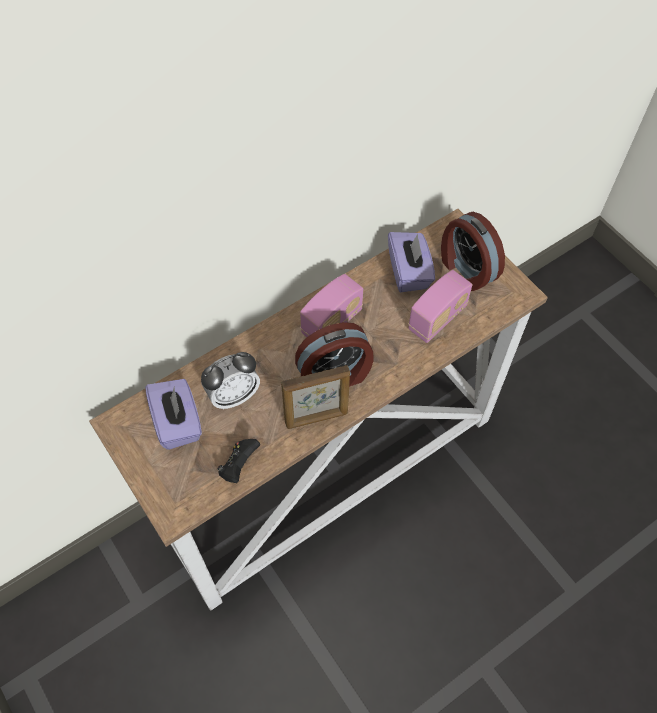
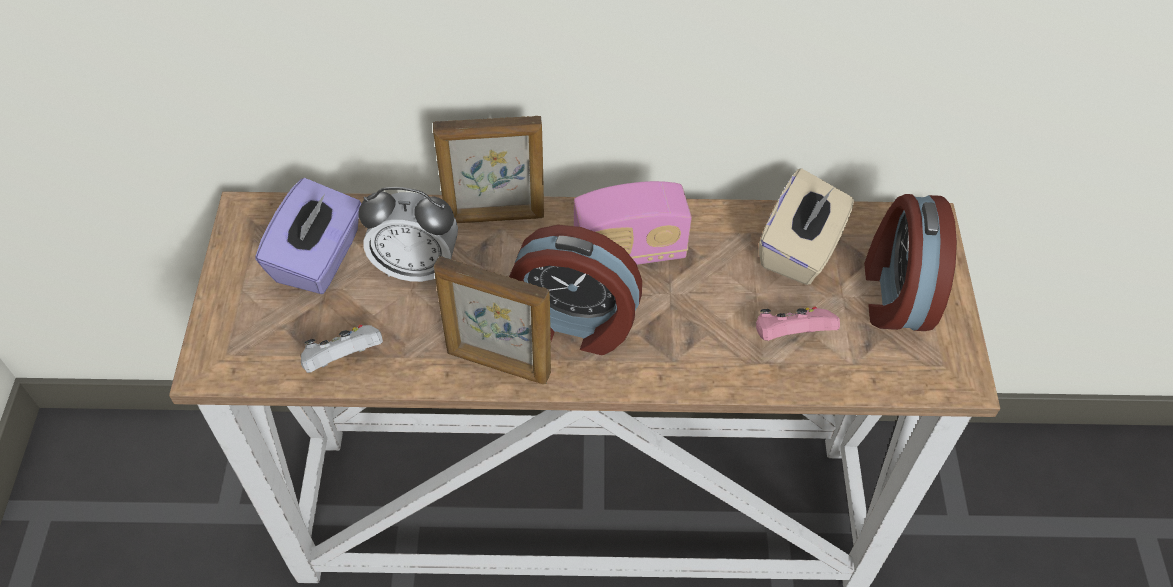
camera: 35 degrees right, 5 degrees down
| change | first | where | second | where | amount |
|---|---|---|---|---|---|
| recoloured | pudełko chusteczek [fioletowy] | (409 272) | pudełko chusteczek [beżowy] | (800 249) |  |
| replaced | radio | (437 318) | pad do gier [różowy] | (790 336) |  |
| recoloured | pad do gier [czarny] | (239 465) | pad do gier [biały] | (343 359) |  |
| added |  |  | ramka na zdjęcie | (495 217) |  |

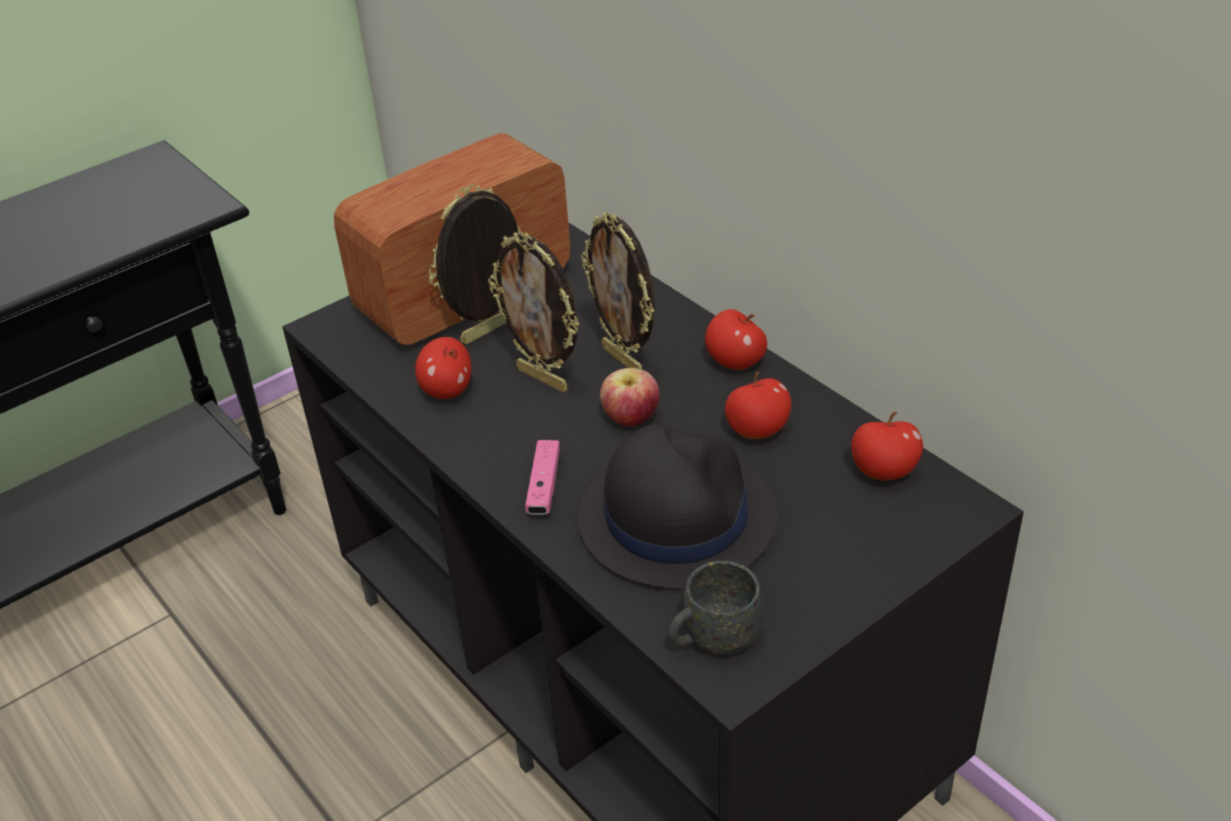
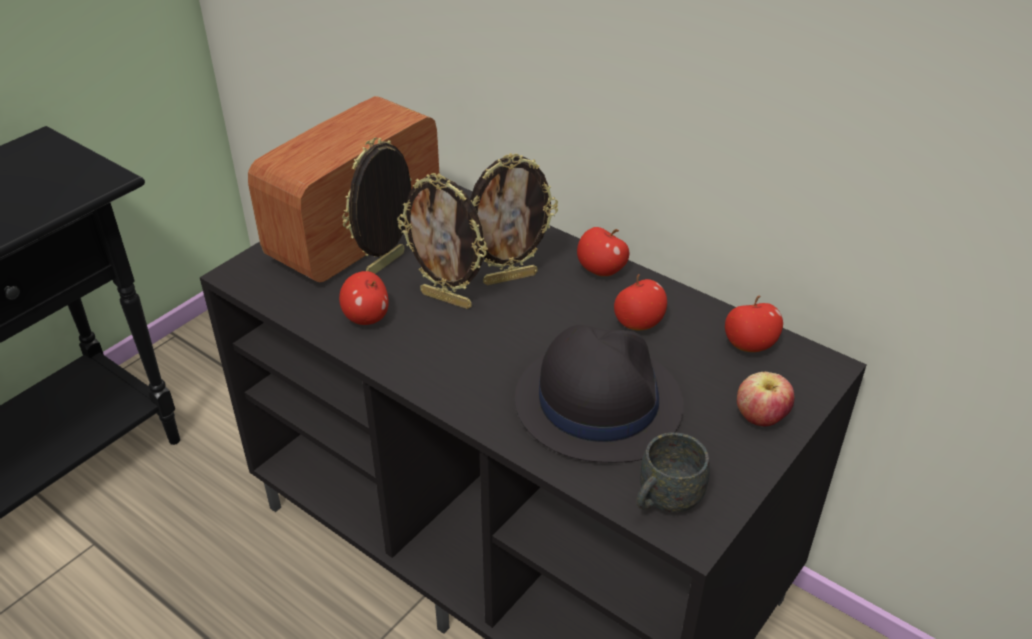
camera: 15 degrees left, 0 degrees up
| change | first | where | second | where | amount |
|---|---|---|---|---|---|
| turned | ramka na zdjęcie | (624 360) |  | (510 278) | 60 degrees counterclockwise |
| moved | jabłko | (631 419) |  | (760 418) |  |
| removed | pad do gier [różowy] | (544 486) |  |  |  |

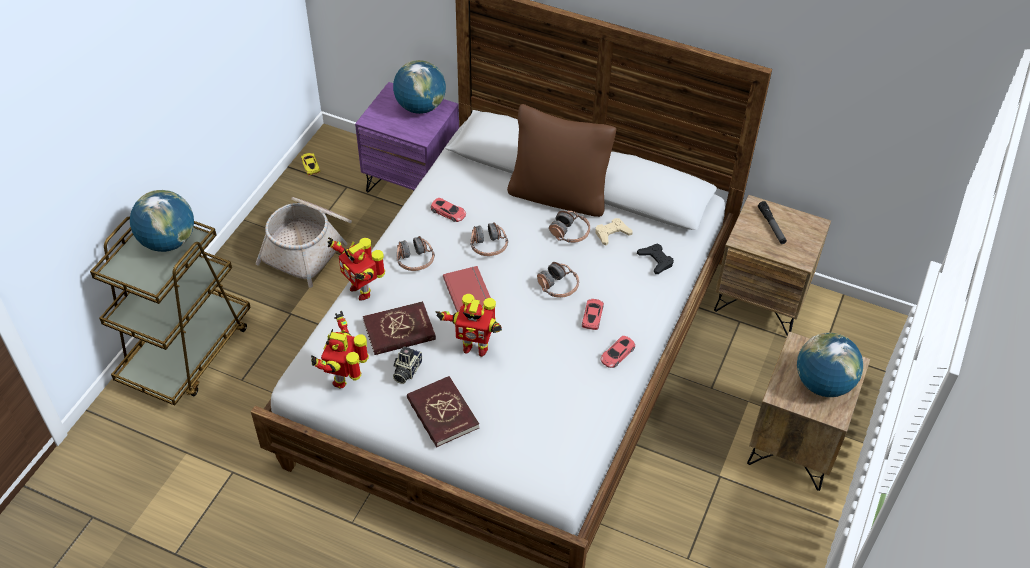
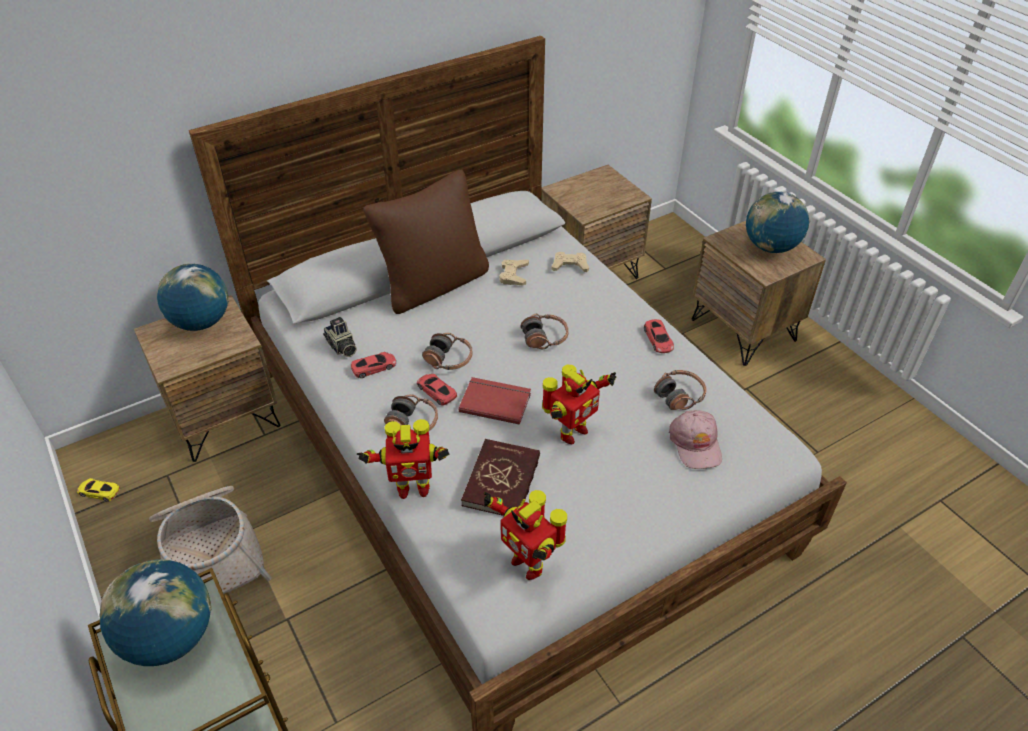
camera: 55 degrees left, 5 degrees down
| change | first | where | second | where | amount |
|---|---|---|---|---|---|
| recoloured | szafka nocna [fioletowy] | (412 182) | szafka nocna [brązowy] | (225 418) |  |
| removed | latarka | (771 226) |  |  |  |
| moved | słuchawki | (570 233) |  | (679 396) |  |
| recoloured | pad do gier [czarny] | (656 260) | pad do gier [beżowy] | (570 265) |  |
| moved | samochodzik [czerwony] | (592 316) |  | (436 391) |  |
| moved | aparat fotograficzny | (406 370) |  | (341 347) |  |
| removed | książka [czerwony] | (442 413) |  |  |  |
| added |  |  | czapka z daszkiem [różowy] | (696 444) |  |

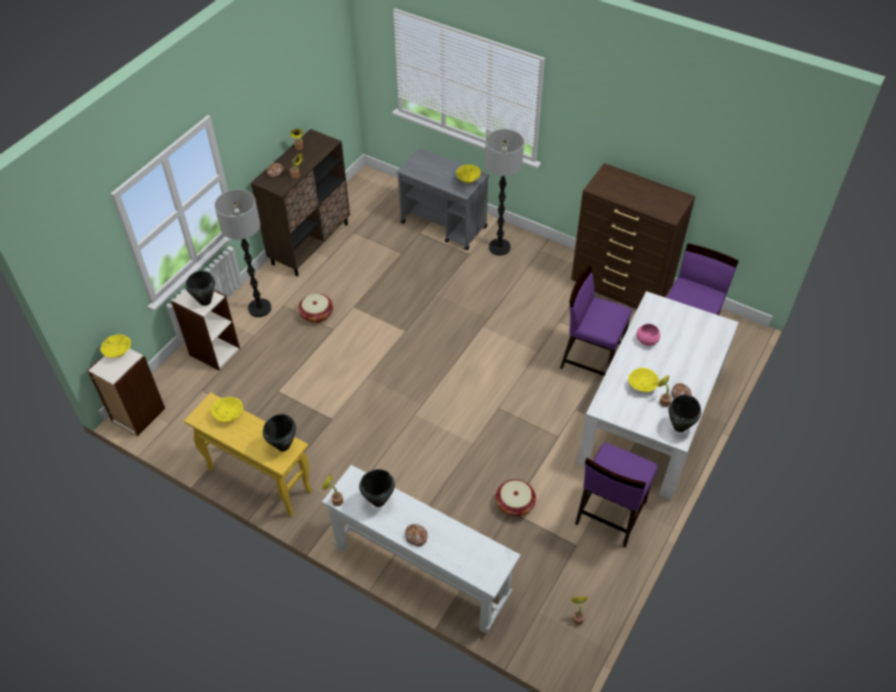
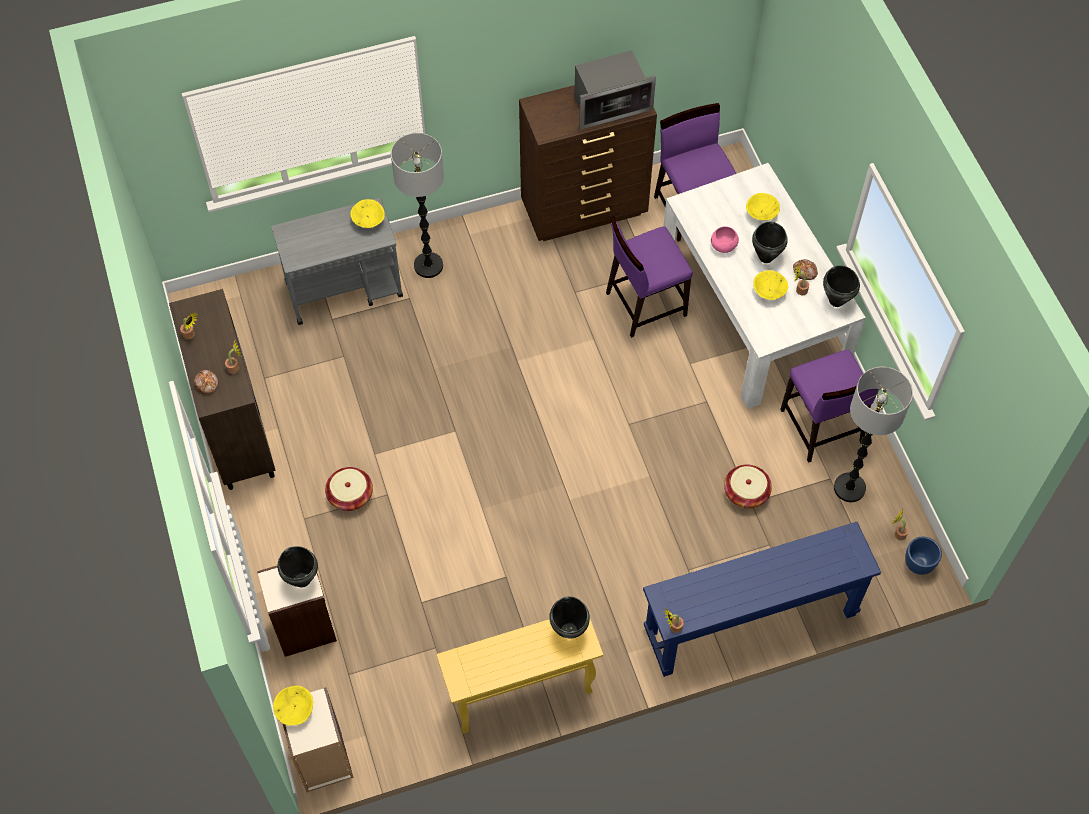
camera: 50 degrees left, 10 degrees up
| change | first | where | second | where | amount |
|---|---|---|---|---|---|
| moved | lampa stojąca | (260 308) |  | (849 488) |  |
| moved | miska [żółty] | (228 415) |  | (761 214) |  |
| recoloured | stolik konsolowy [biały] | (421 571) | stolik konsolowy [niebieski] | (750 622) |  |
| moved | garnek [czarny] | (378 501) |  | (765 257) |  |
| removed | chleb | (416 537) |  |  |  |
| added |  |  | mikrofalówka | (609 105) |  |
| added |  |  | donica [niebieski] | (918 564) |  |

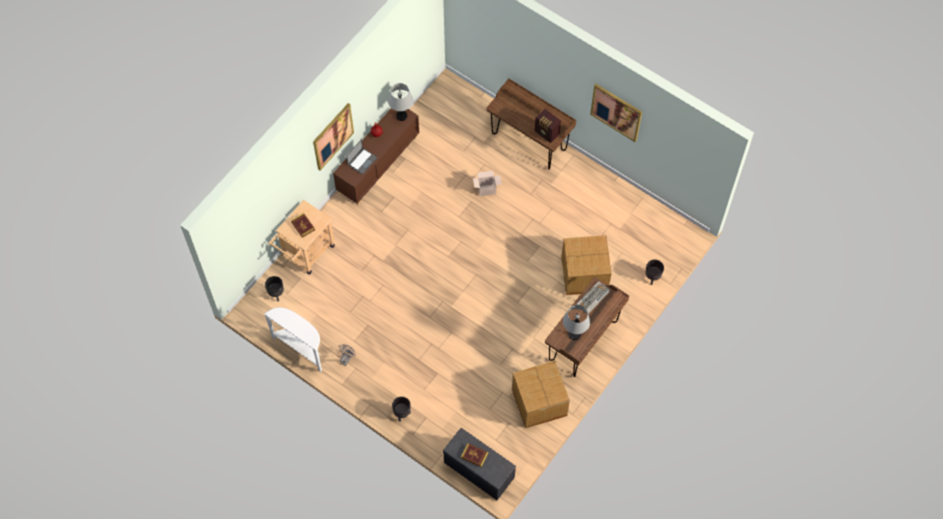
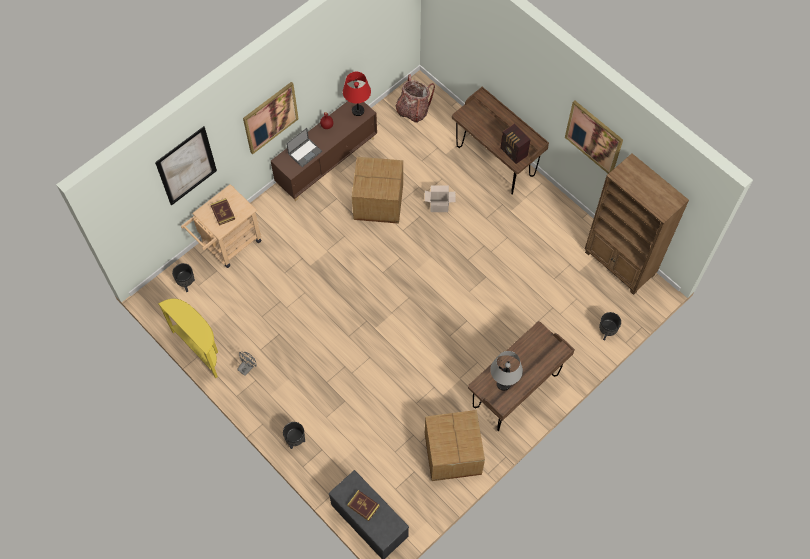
camera: 10 degrees right, 0 degrees up
| change | first | where | second | where | amount |
|---|---|---|---|---|---|
| recoloured | lampa stołowa [szary] | (401 116) | lampa stołowa [czerwony] | (357 110) |  |
| moved | karton | (585 275) |  | (379 202) |  |
| removed | klawiatura | (593 298) |  |  |  |
| recoloured | stolik konsolowy [biały] | (301 349) | stolik konsolowy [żółty] | (200 348) |  |
| added |  |  | plecak | (413 110) |  |
| added |  |  | obraz | (186 166) |  |
| added |  |  | regał [brązowy] | (619 264) |  |

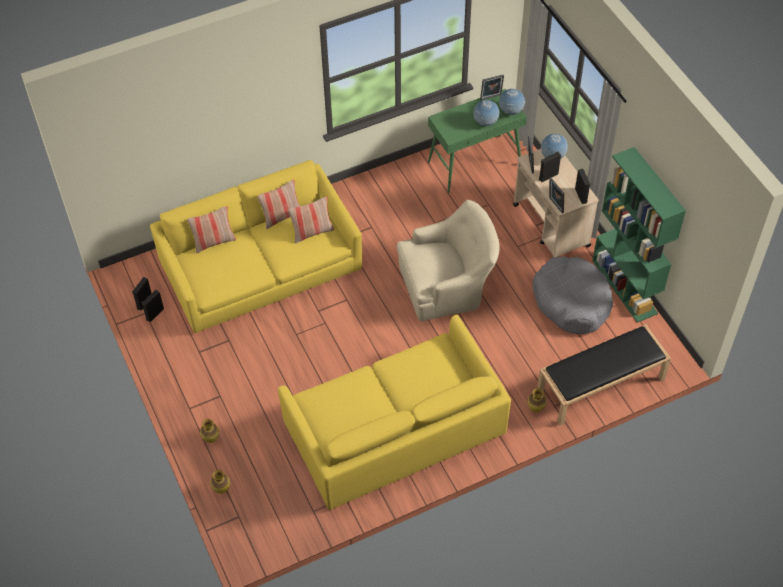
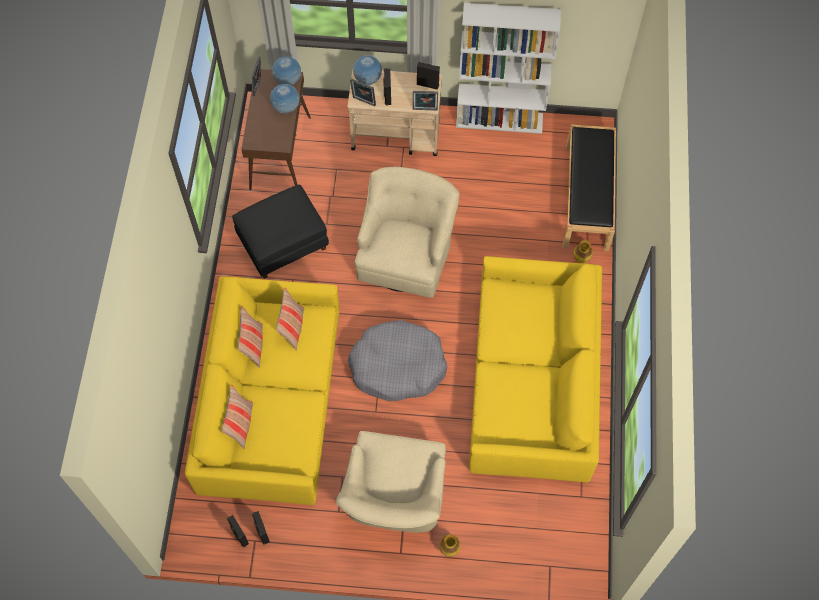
camera: 60 degrees left, 10 degrees up
| change | first | where | second | where | amount |
|---|---|---|---|---|---|
| recoloured | stolik konsolowy [zielony] | (474 163) | stolik konsolowy [brązowy] | (280 152) |  |
| recoloured | regał [zielony] | (625 287) | regał [biały] | (500 120) |  |
| moved | legowisko [szary] | (571 301) |  | (397 366) |  |
| removed | wazon | (221 489) |  |  |  |
| added |  |  | pufa [czarny] | (283 244) |  |
| added |  |  | fotel [beżowy] | (394 500) |  |

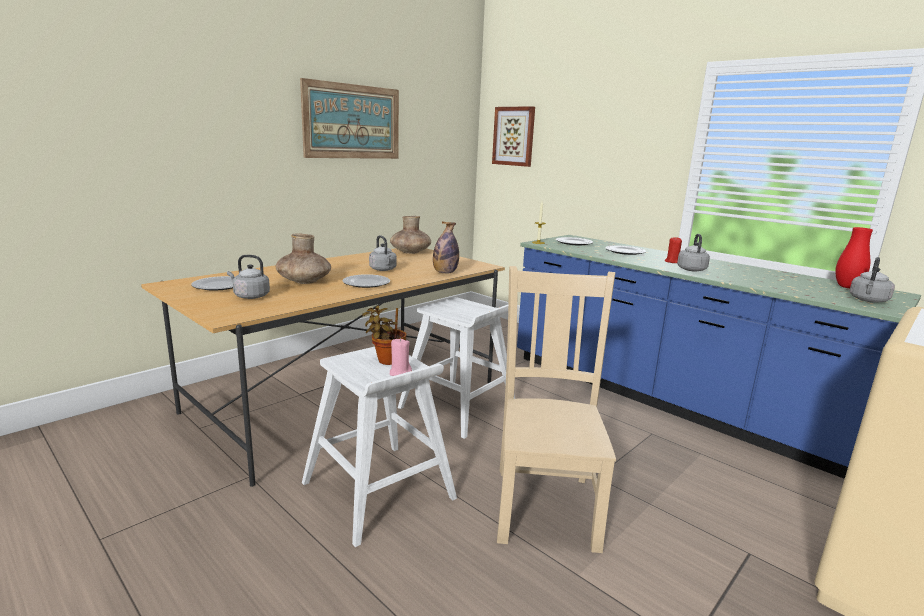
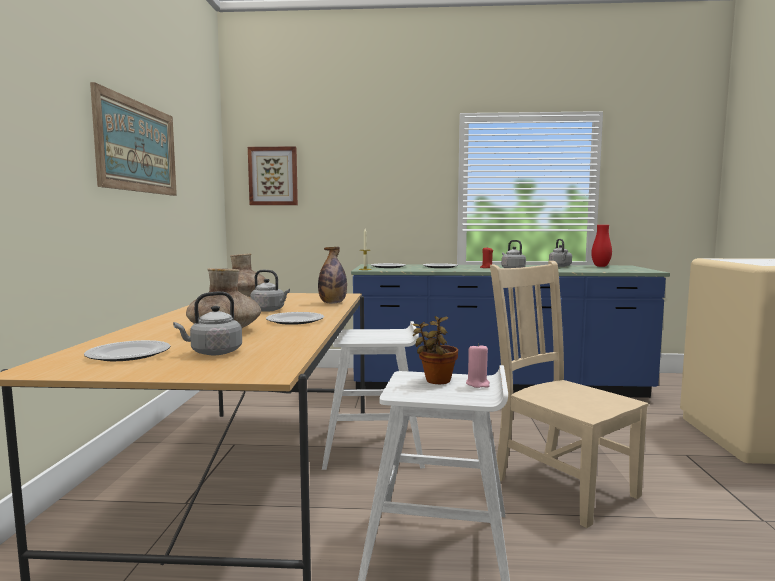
camera: 40 degrees left, 10 degrees down
| change | first | where | second | where | amount |
|---|---|---|---|---|---|
| moved | czajnik [szary] | (868 300) |  | (560 266) |  |

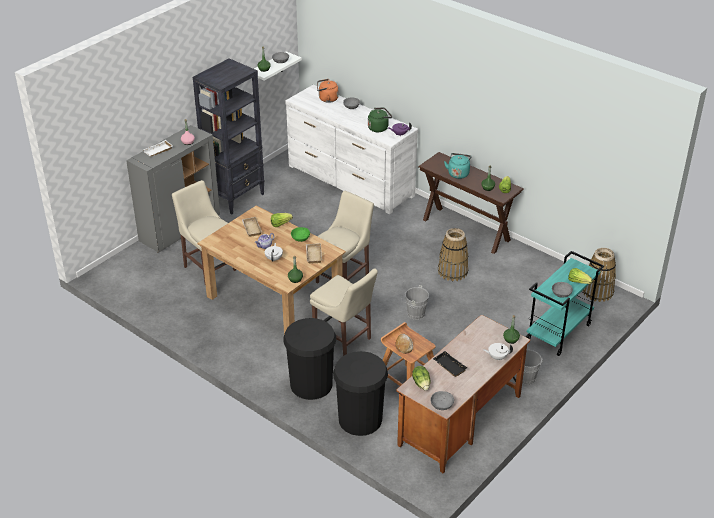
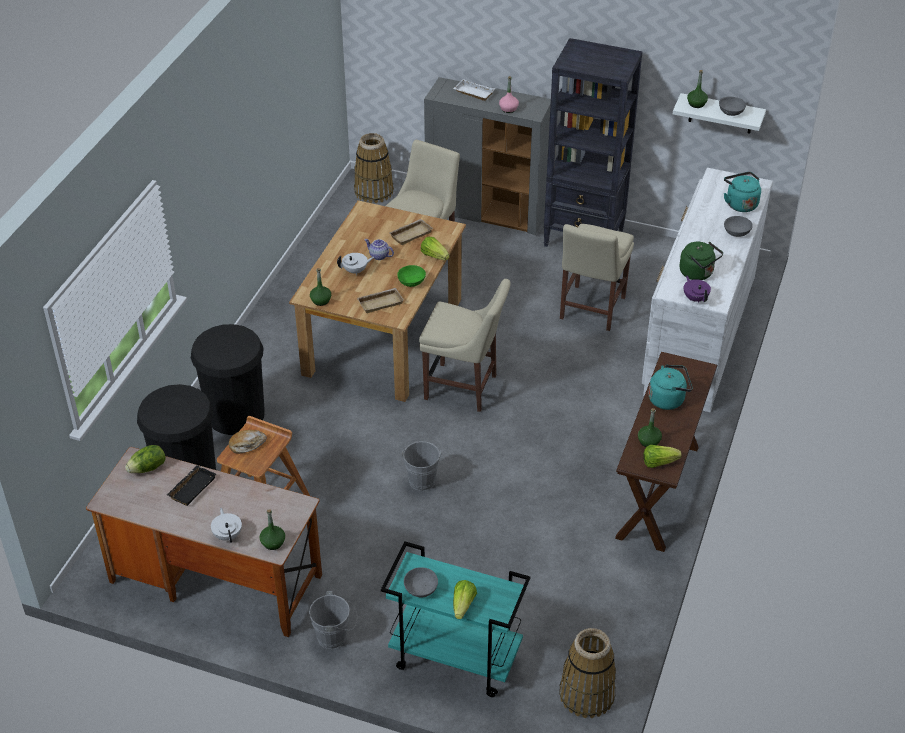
camera: 70 degrees right, 5 degrees up
| change | first | where | second | where | amount |
|---|---|---|---|---|---|
| recoloured | czajnik [pomarańczowy] | (327 99) | czajnik [turkusowy] | (740 203) |  |
| moved | koszyk | (453 271) |  | (374 191) |  |
| moved | krzesło [beżowy] | (344 340) |  | (590 310) |  |
| removed | miska [szary] | (441 405) |  |  |  |

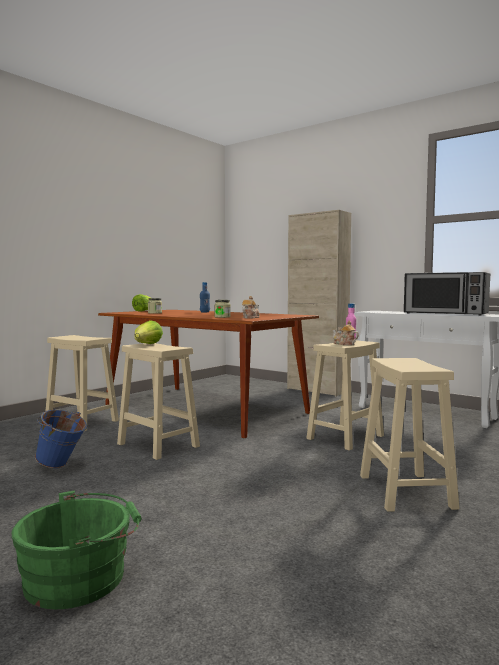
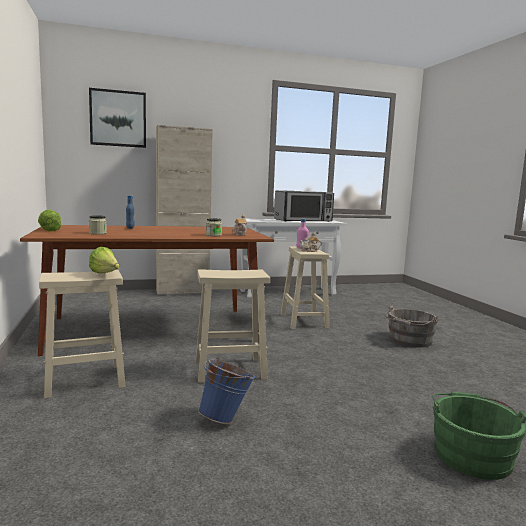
camera: 55 degrees left, 5 degrees up
| change | first | where | second | where | amount |
|---|---|---|---|---|---|
| moved | sałata | (147 345) |  | (106 274) |  |
| replaced | stołek [beżowy] | (406 492) | wiadro [szary] | (409 341) |  |
| added |  |  | obraz | (118 118) |  |

